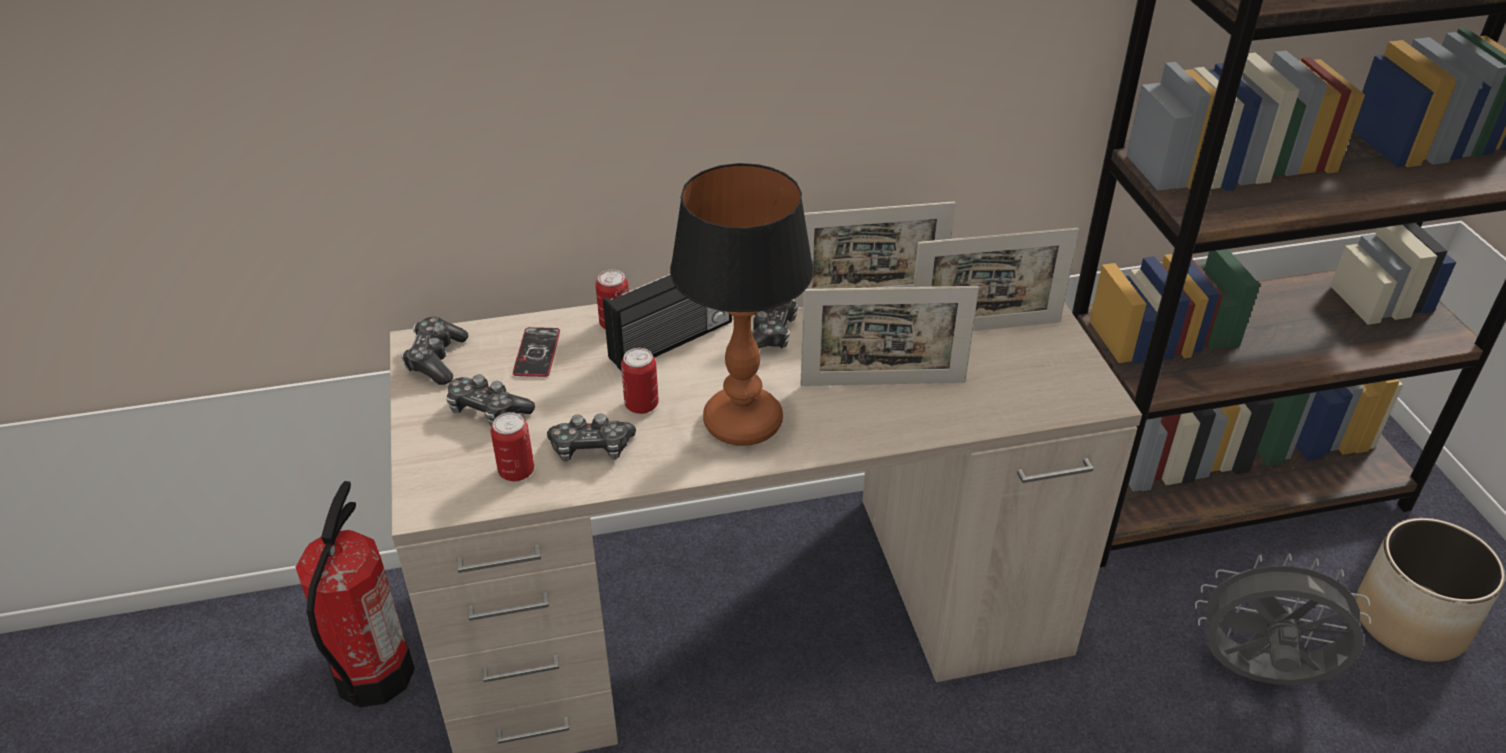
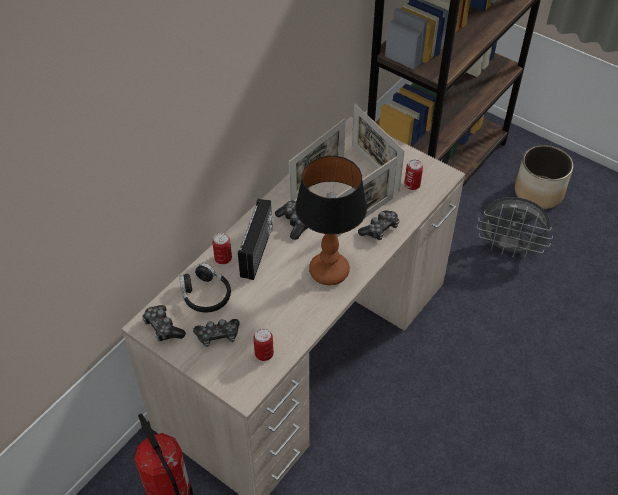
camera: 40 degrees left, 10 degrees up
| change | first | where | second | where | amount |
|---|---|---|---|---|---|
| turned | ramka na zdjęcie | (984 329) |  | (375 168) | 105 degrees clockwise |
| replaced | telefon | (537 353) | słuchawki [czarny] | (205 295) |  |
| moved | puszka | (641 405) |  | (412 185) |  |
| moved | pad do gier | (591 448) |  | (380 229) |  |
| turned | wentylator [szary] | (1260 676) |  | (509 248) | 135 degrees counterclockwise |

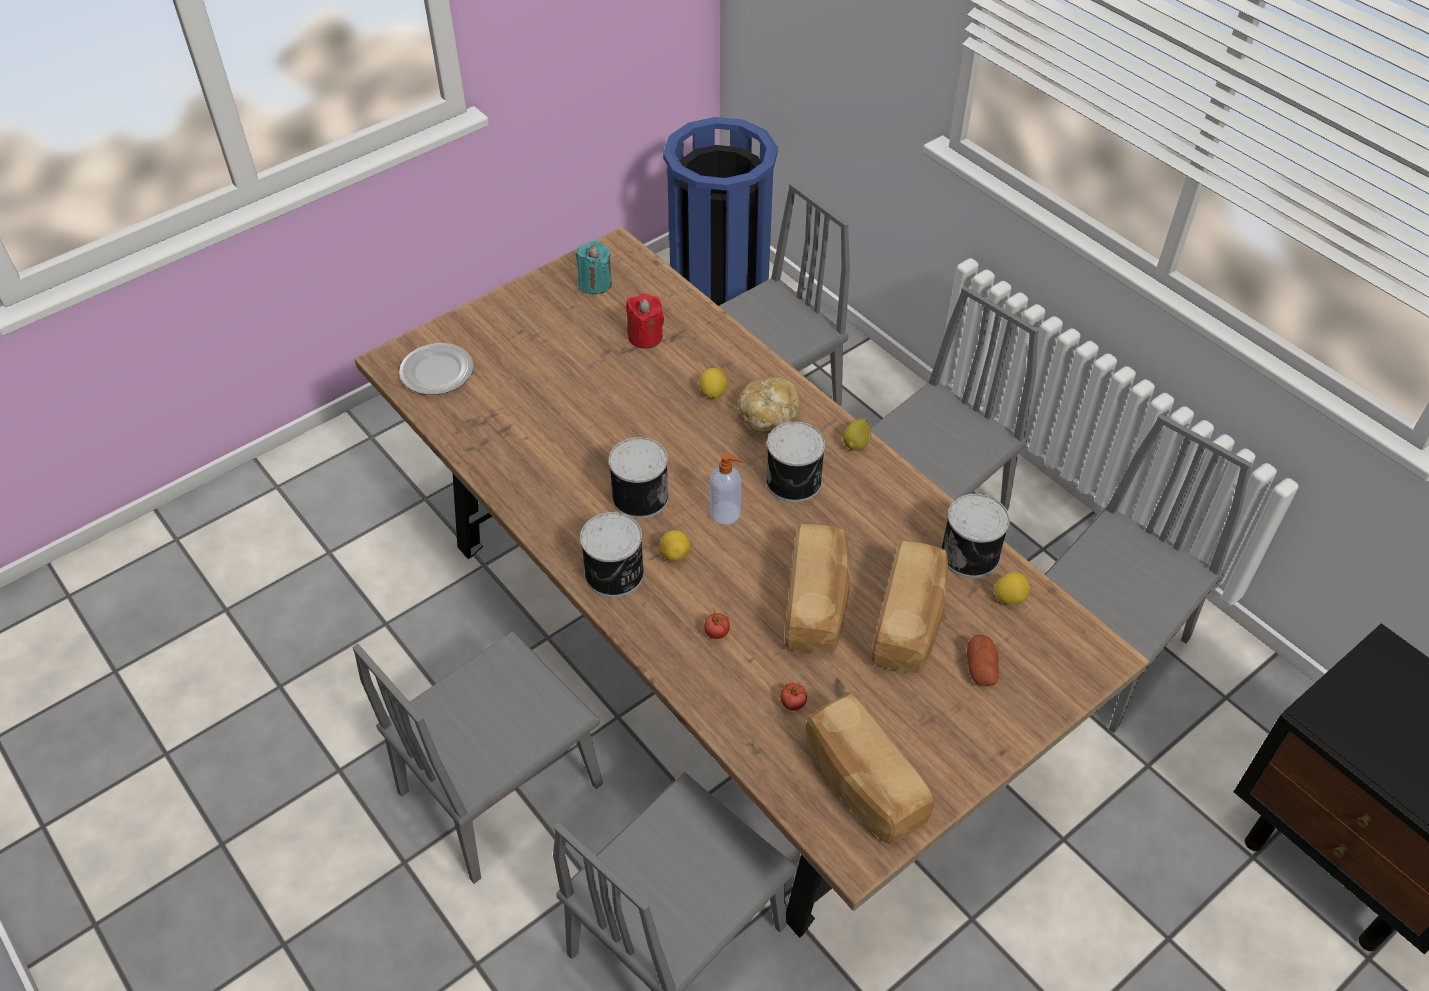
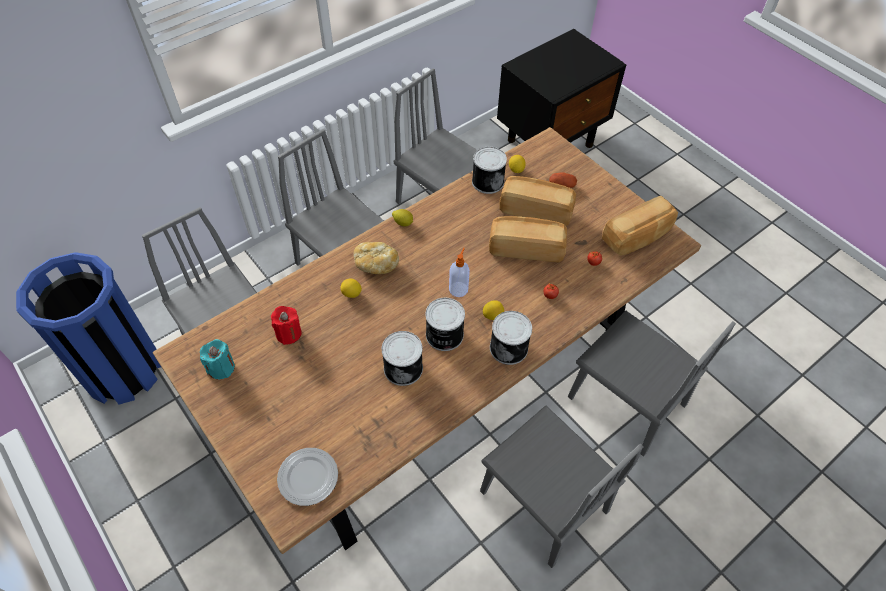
camera: 90 degrees left, 5 degrees up
| change | first | where | second | where | amount |
|---|---|---|---|---|---|
| moved | puszka | (795 481) |  | (403 367) |  |

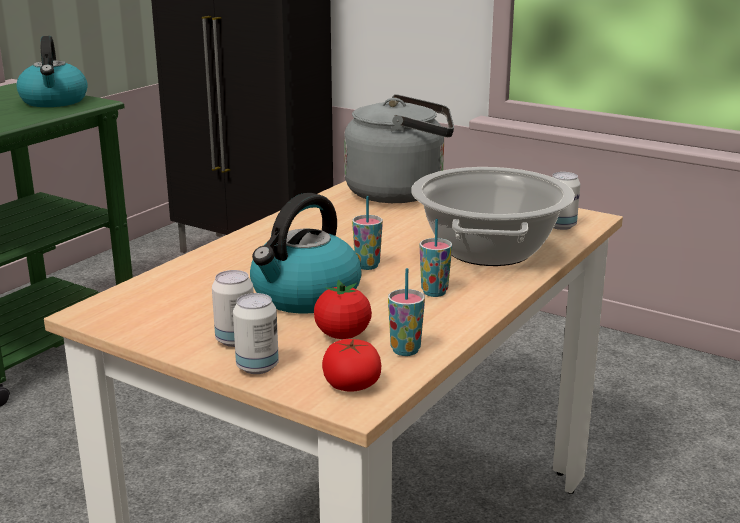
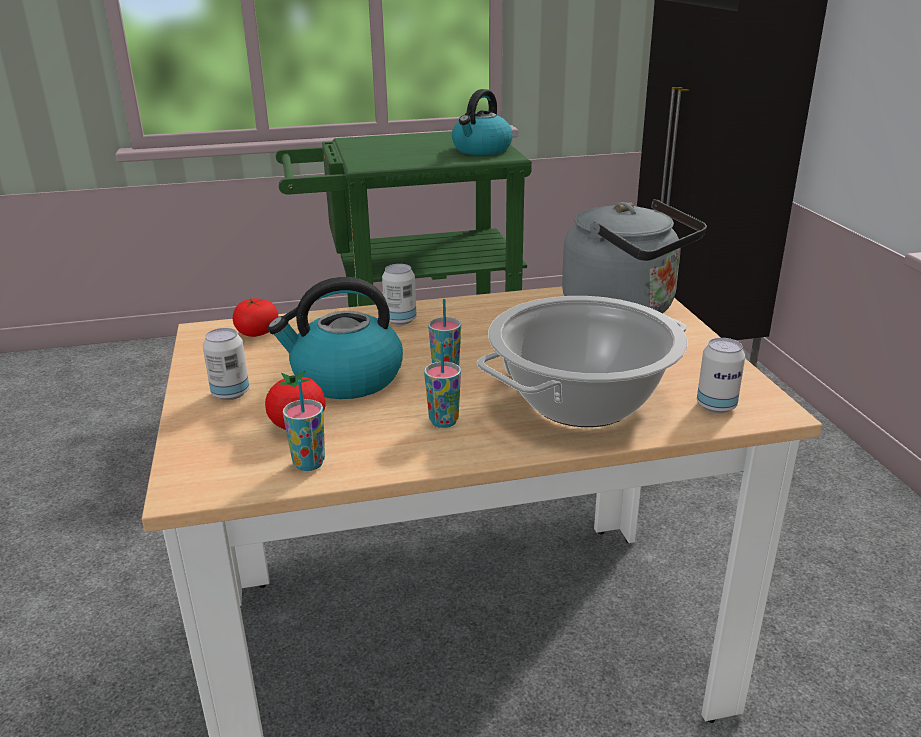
camera: 45 degrees right, 5 degrees up
| change | first | where | second | where | amount |
|---|---|---|---|---|---|
| moved | puszka | (257 367) |  | (400 320) |  |
| moved | pomidor | (351 384) |  | (257 332) |  |

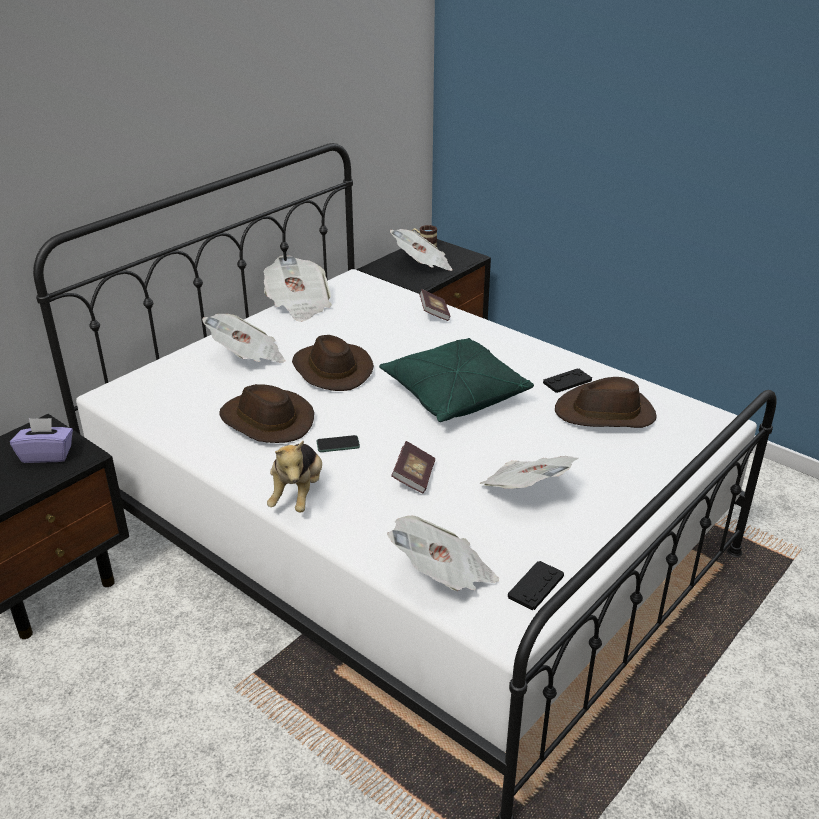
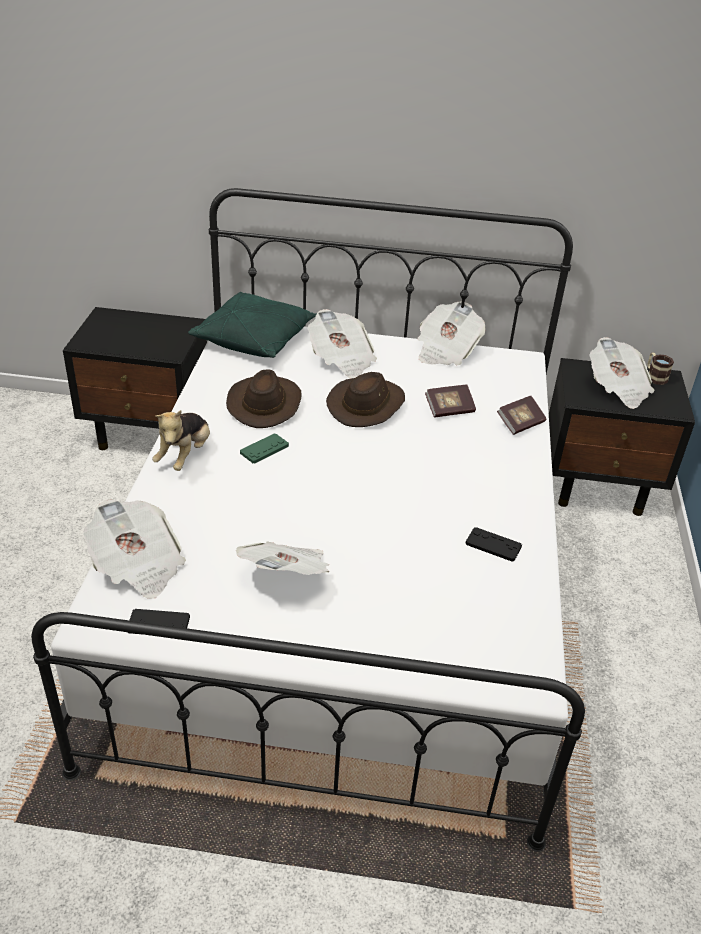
camera: 55 degrees right, 5 degrees up
| change | first | where | second | where | amount |
|---|---|---|---|---|---|
| moved | poduszka [zielony] | (454 395) |  | (254 339) |  |
| removed | kapelusz [brązowy] | (606 414) |  |  |  |
| removed | pudełko chusteczek [fioletowy] | (47 455) |  |  |  |
| replaced | telefon | (338 444) | pad do gier [zielony] | (264 449) |  |
| turned | pluszak | (298 494) |  | (185 455) | 45 degrees counterclockwise |
| moved | książka | (414 477) |  | (449 409) |  |

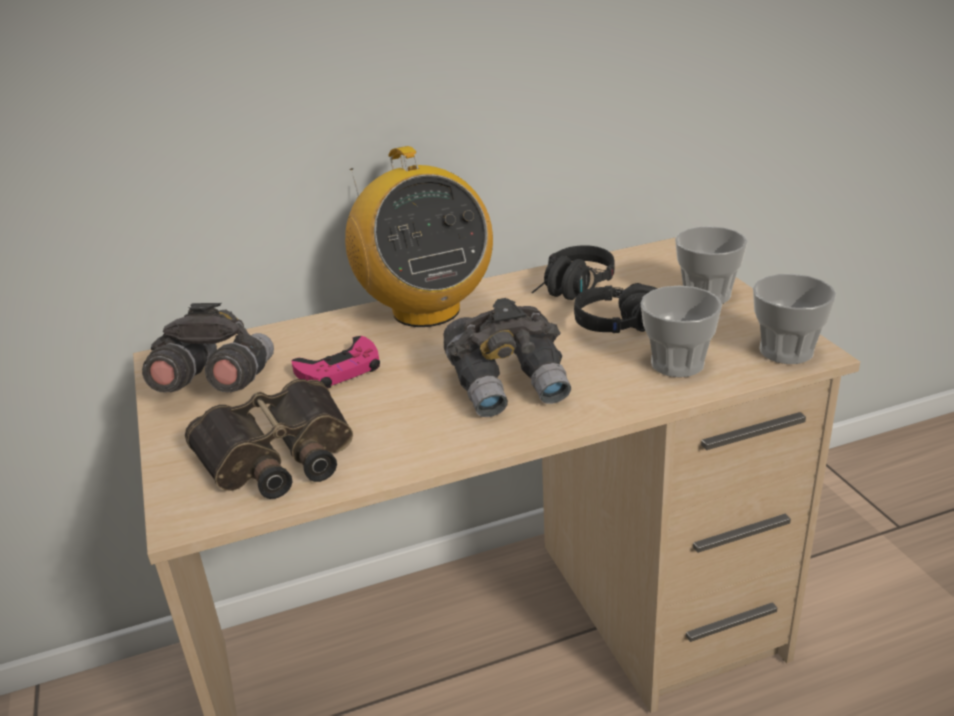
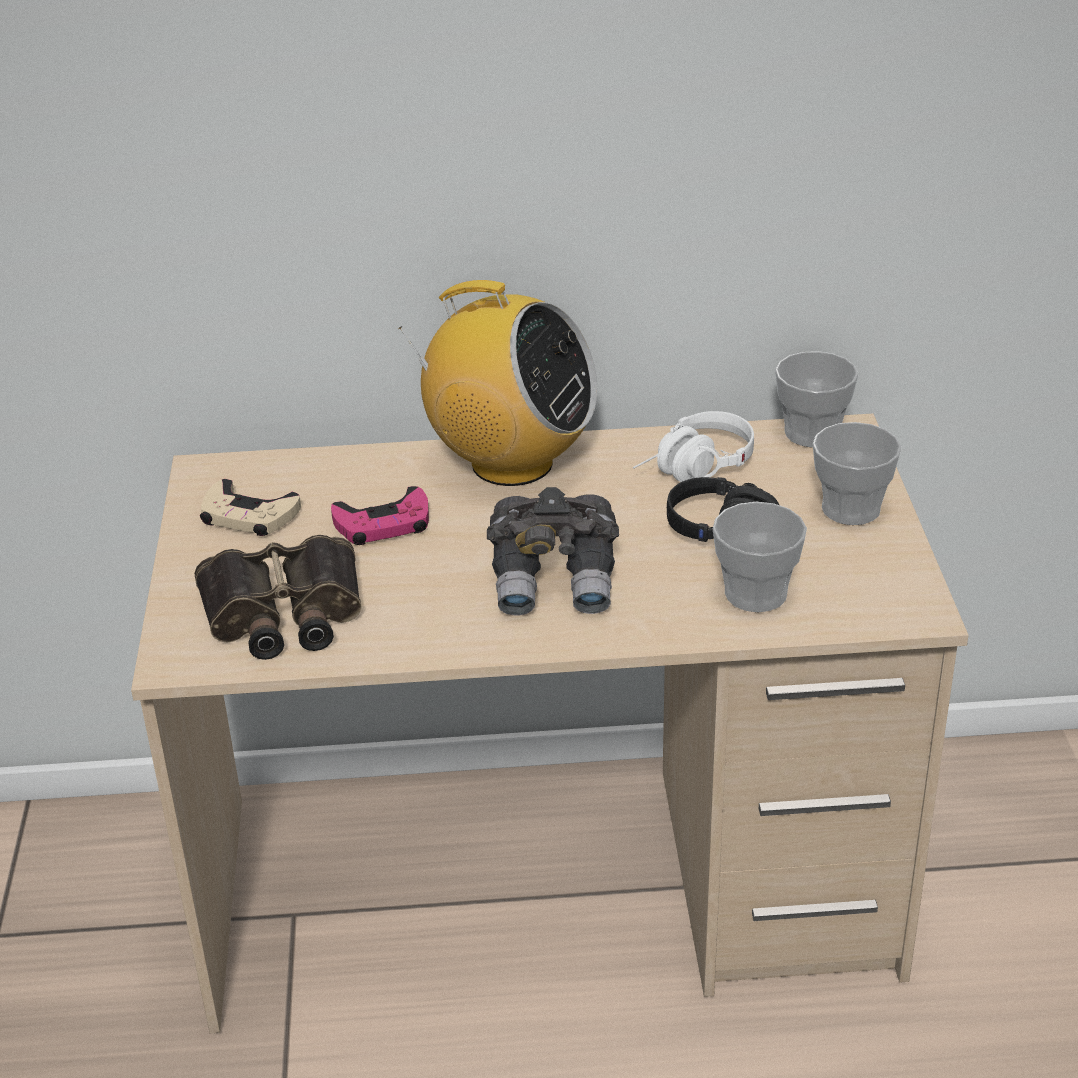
camera: 15 degrees right, 5 degrees up
| change | first | where | second | where | amount |
|---|---|---|---|---|---|
| turned | radio | (425 310) |  | (510 463) | 60 degrees counterclockwise |
| recoloured | słuchawki [czarny] | (572 290) | słuchawki [biały] | (694 469) |  |
| moved | filiżanka | (786 351) |  | (812 433) |  |
| replaced | lornetka [szary] | (216 385) | pad do gier [beżowy] | (248 516) |  |

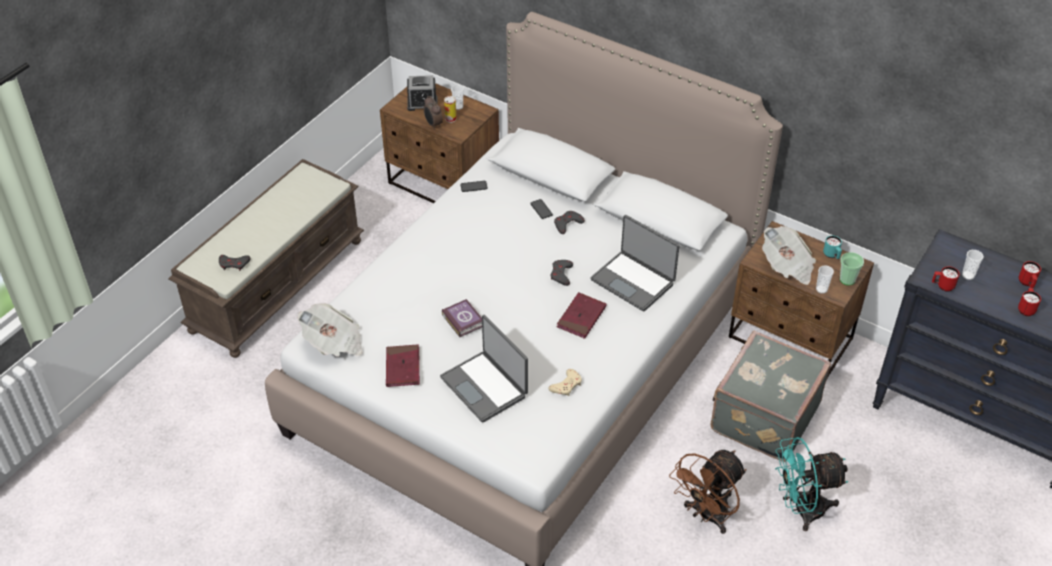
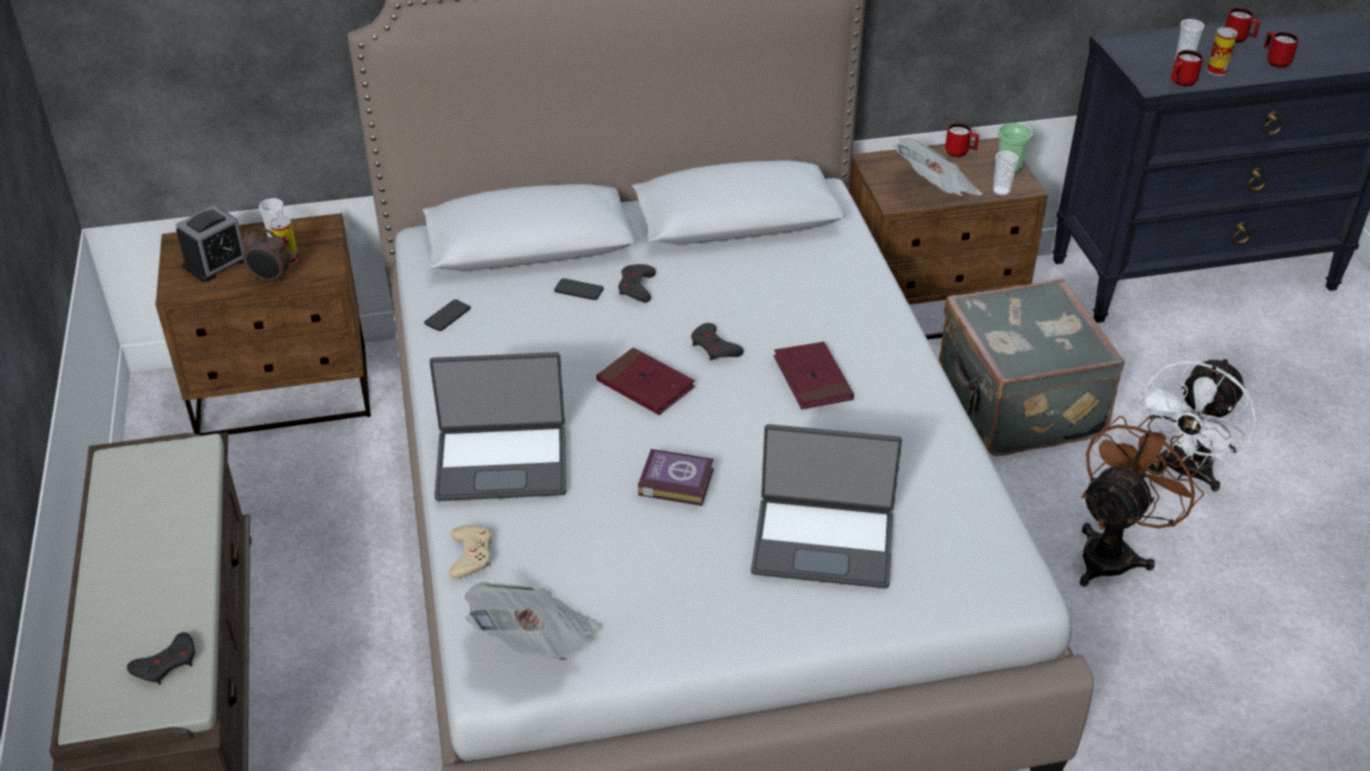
camera: 45 degrees left, 5 degrees down
| change | first | where | second | where | amount |
|---|---|---|---|---|---|
| moved | laptop | (633 281) |  | (502 462) |  |
| recoloured | kubek [turkusowy] | (832 256) | kubek [czerwony] | (960 153) |  |
| moved | książka [czerwony] | (403 367) |  | (645 385) |  |
| moved | pad do gier [beżowy] | (566 385) |  | (471 555) |  |
| recoloured | wentylator [turkusowy] | (801 509) | wentylator [biały] | (1183 472) |  |
| turned | wentylator [brązowy] | (706 516) |  | (1114 552) | 135 degrees counterclockwise |
| added |  |  | puszka | (1217 71) |  |

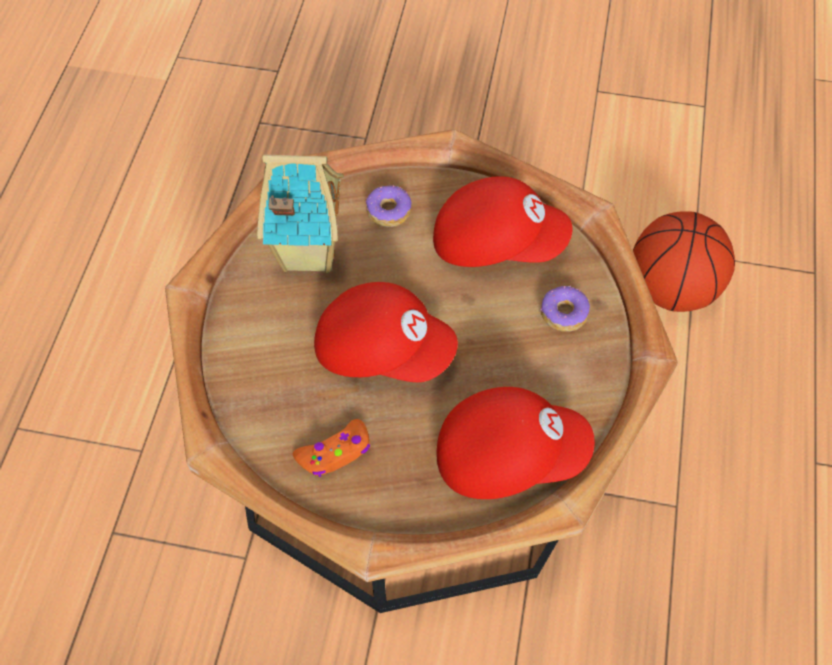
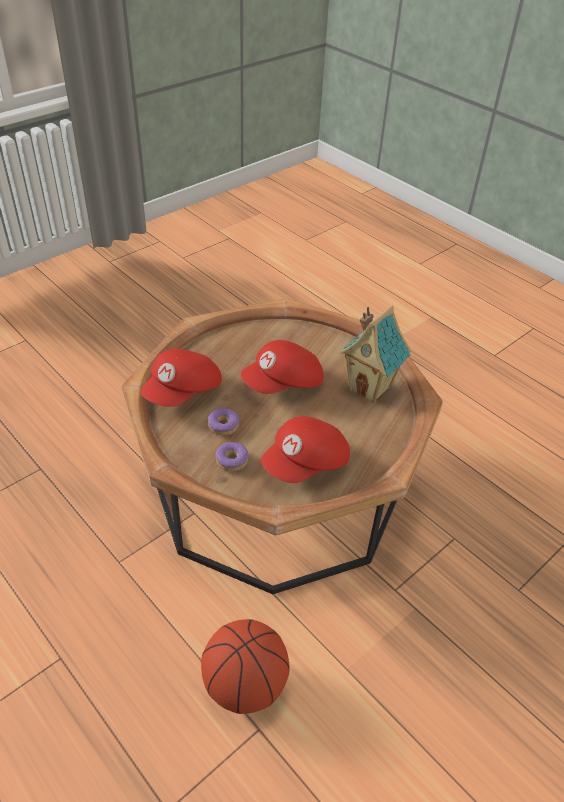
camera: 125 degrees right, 15 degrees down
| change | first | where | second | where | amount |
|---|---|---|---|---|---|
| moved | donut | (388 211) |  | (223 426) |  |
| removed | pad do gier [pomarańczowy] | (335 453) |  |  |  |

